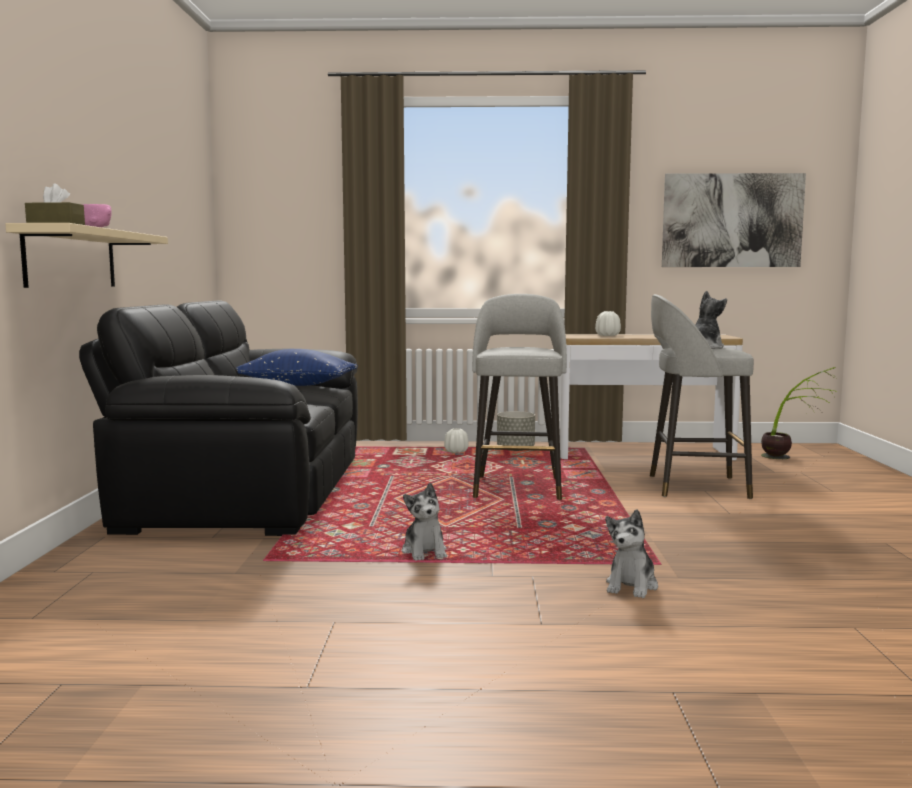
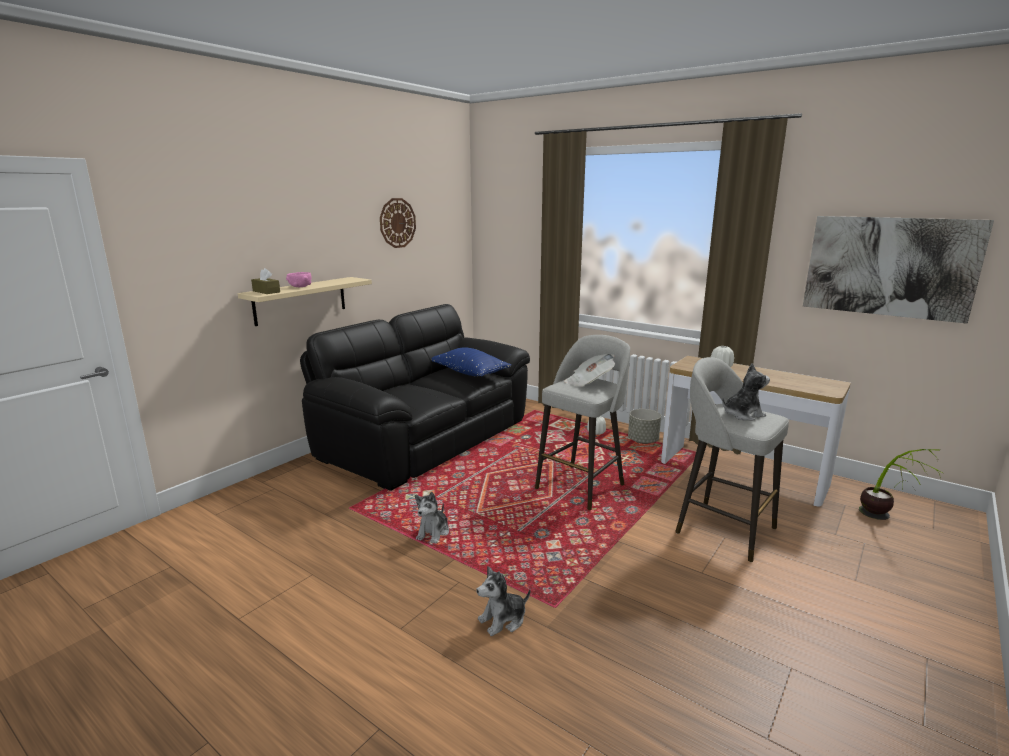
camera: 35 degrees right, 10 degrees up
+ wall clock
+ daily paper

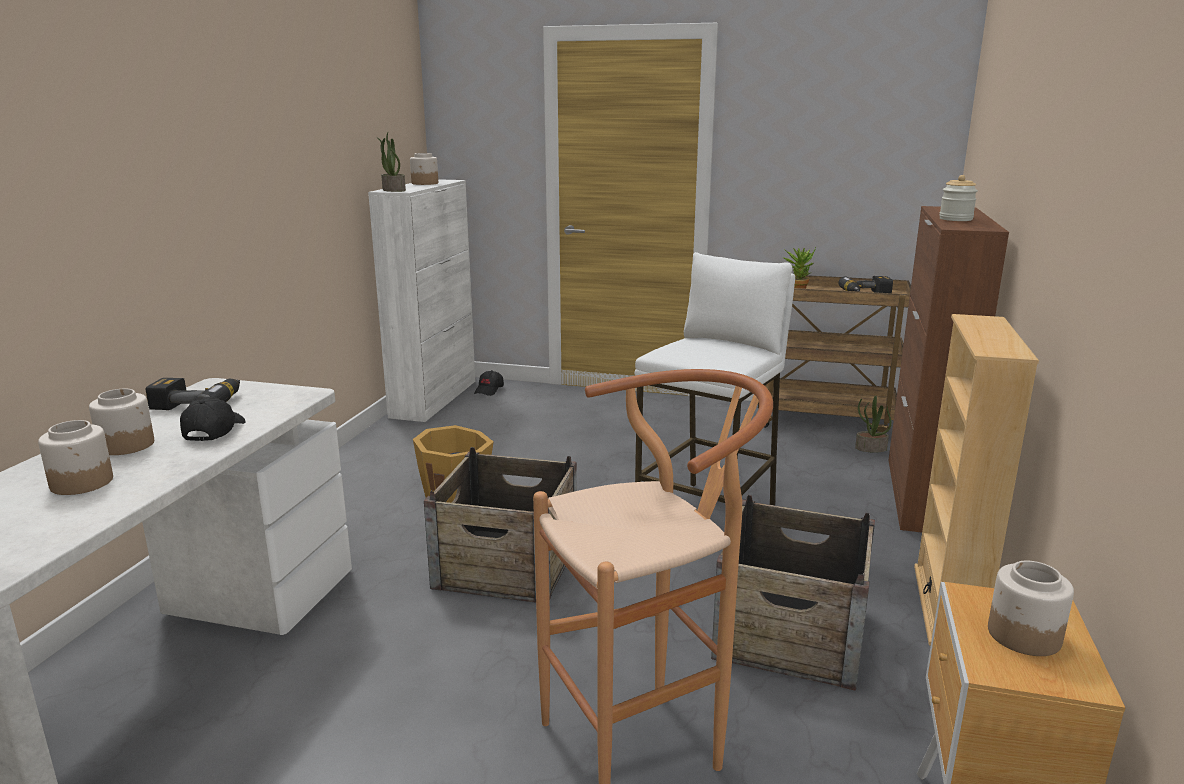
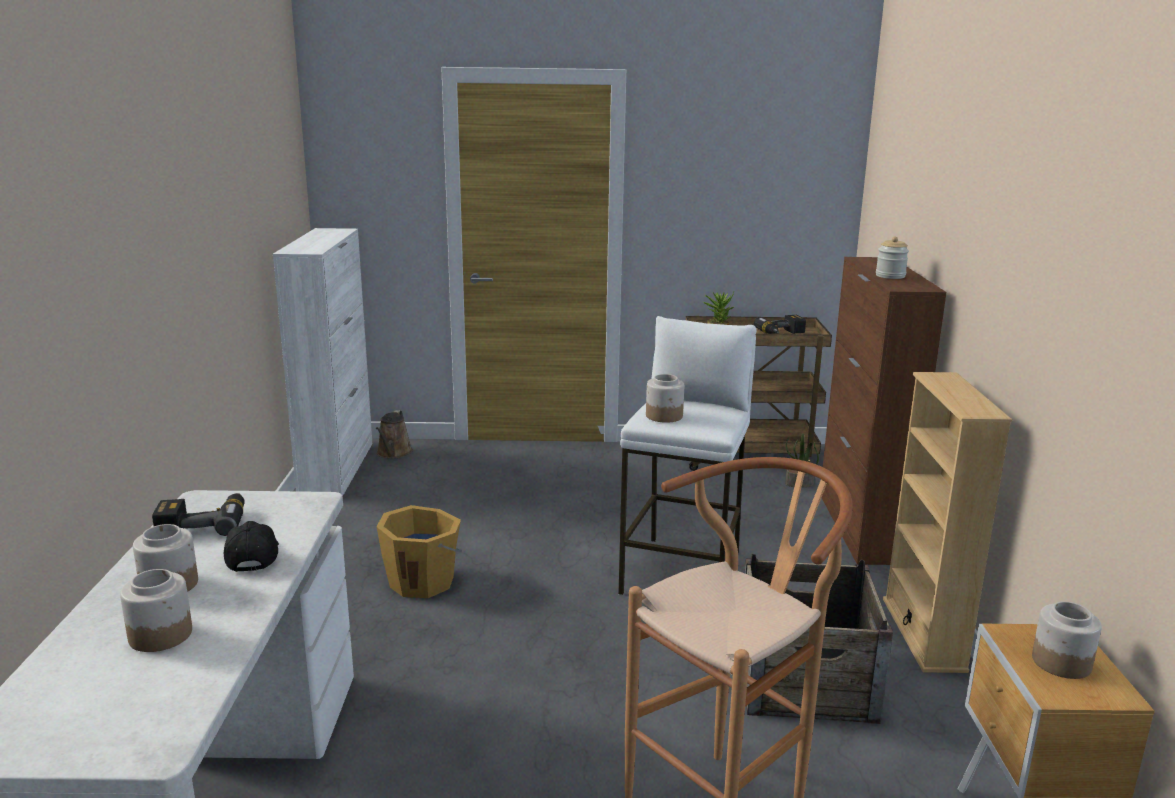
camera: 15 degrees left, 0 degrees up
- potted plant (no. 1 from left)
- packing crate (no. 1 from left)
~ preserve jar (no. 3 from left)
~ cap/black-coloured (no. 2 from left) to sprinkling can/brown

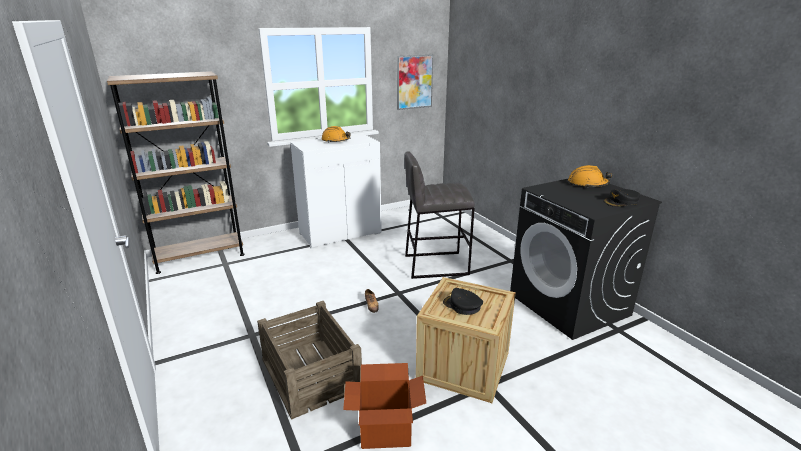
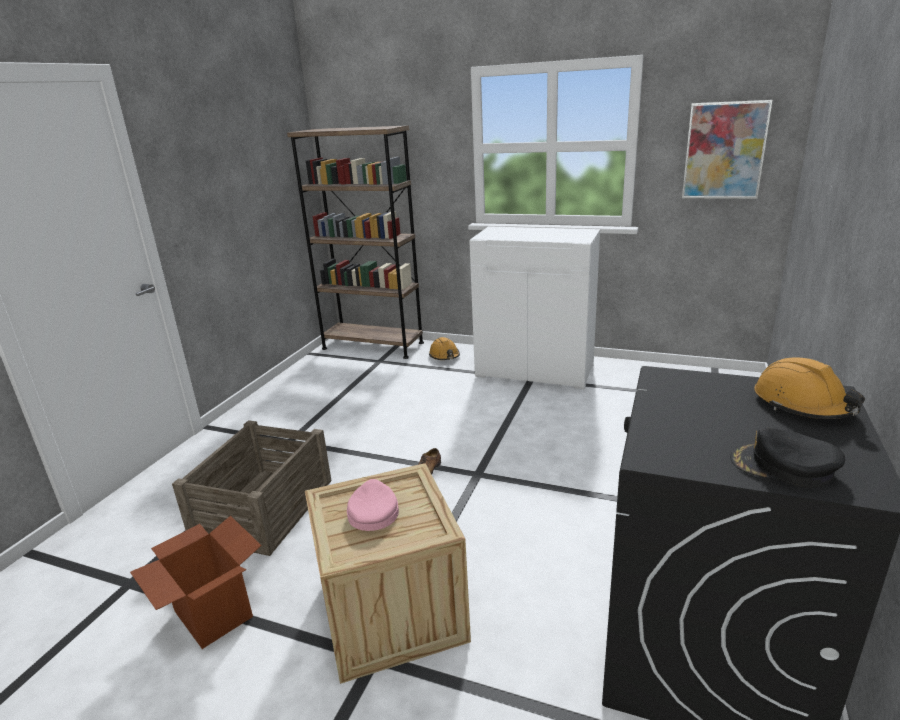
camera: 50 degrees right, 0 degrees up
- stool seat/greyish
~ work helmet/orangey (no. 1 from left)
~ cap/black-coloured (no. 1 from left) to cap/pink

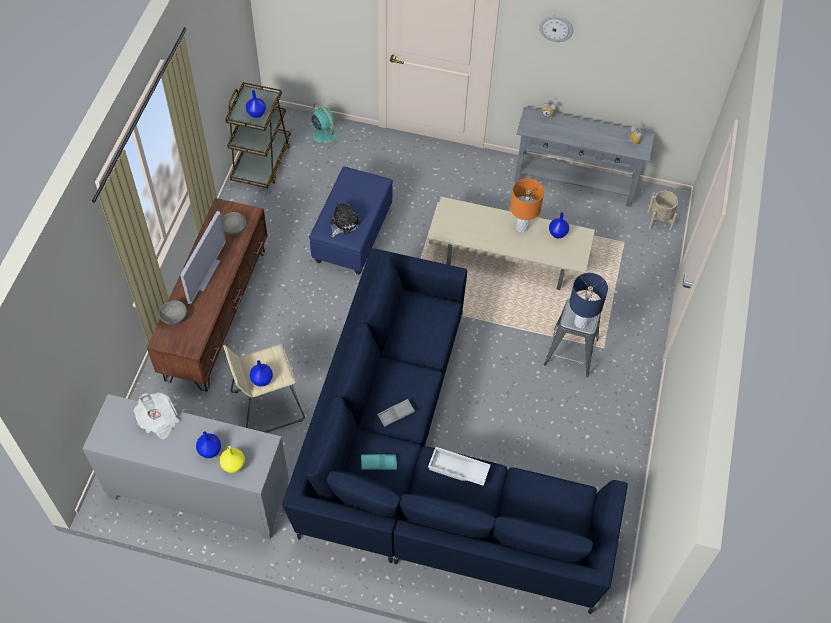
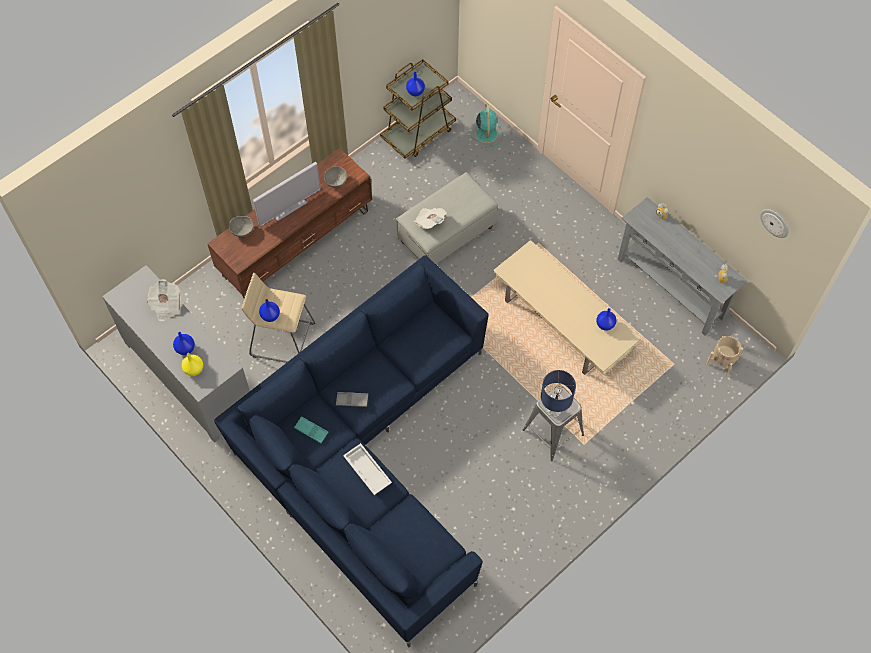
camera: 35 degrees right, 5 degrees up
- lamp for a table/orangey
~ wall clock
~ plush toy to daily paper (no. 2 from left)
~ ottoman/blue to ottoman/greyish

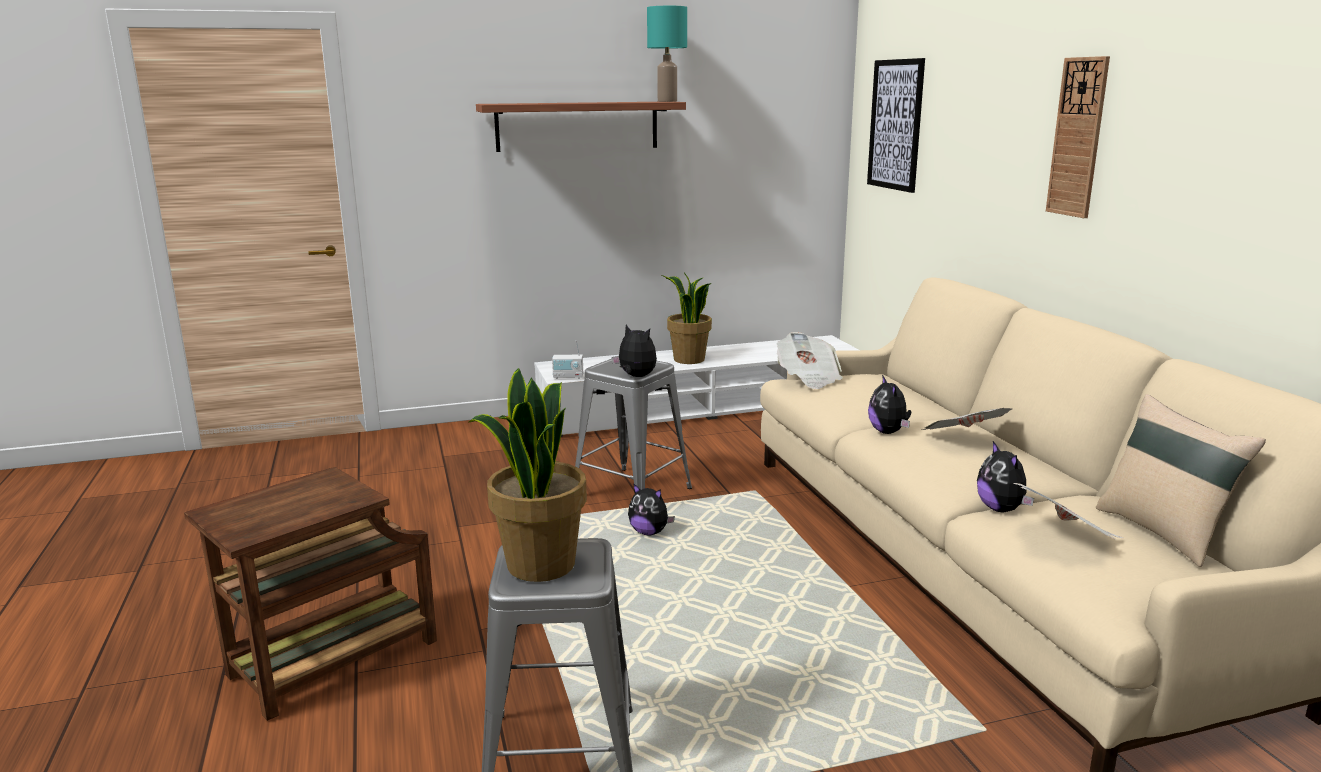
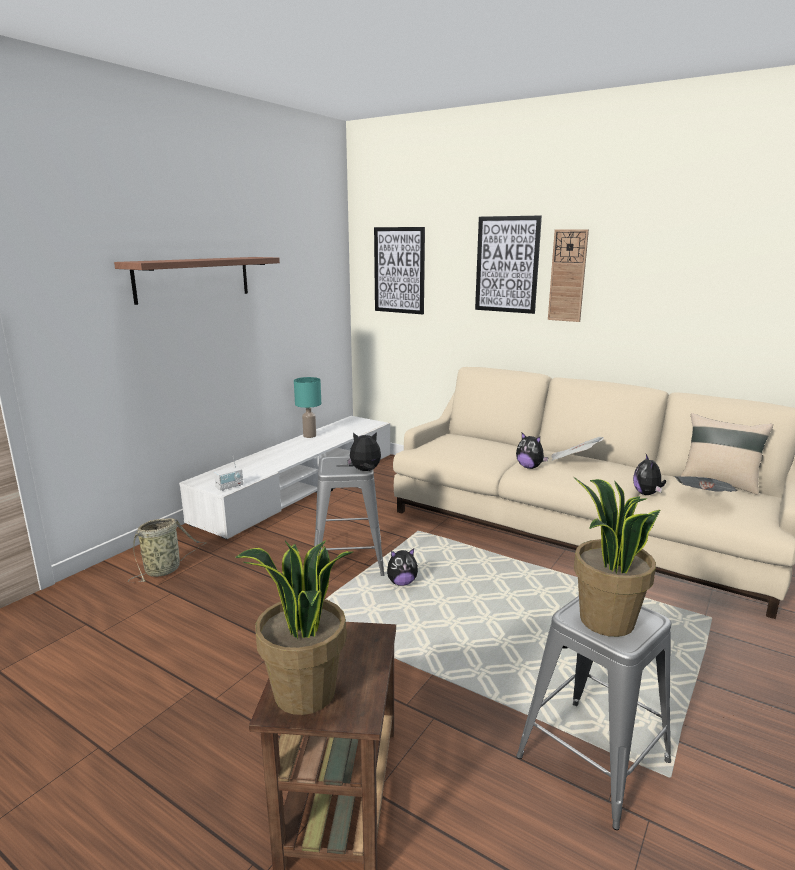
camera: 40 degrees left, 0 degrees up
- daily paper (no. 1 from left)
+ basket
+ wall art (no. 2 from left)
~ lamp for a table/blue-green
~ potted plant (no. 2 from left in the first image) to potted plant (no. 1 from left)
~ plush toy (no. 4 from left) 60 degrees clockwise

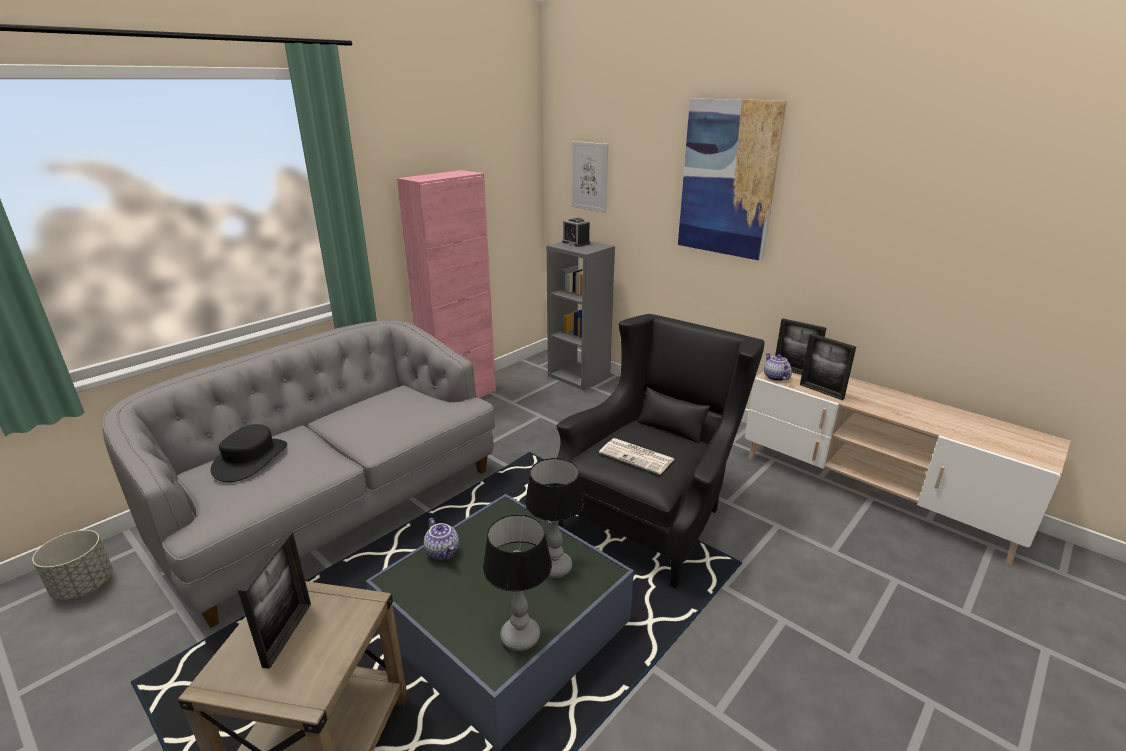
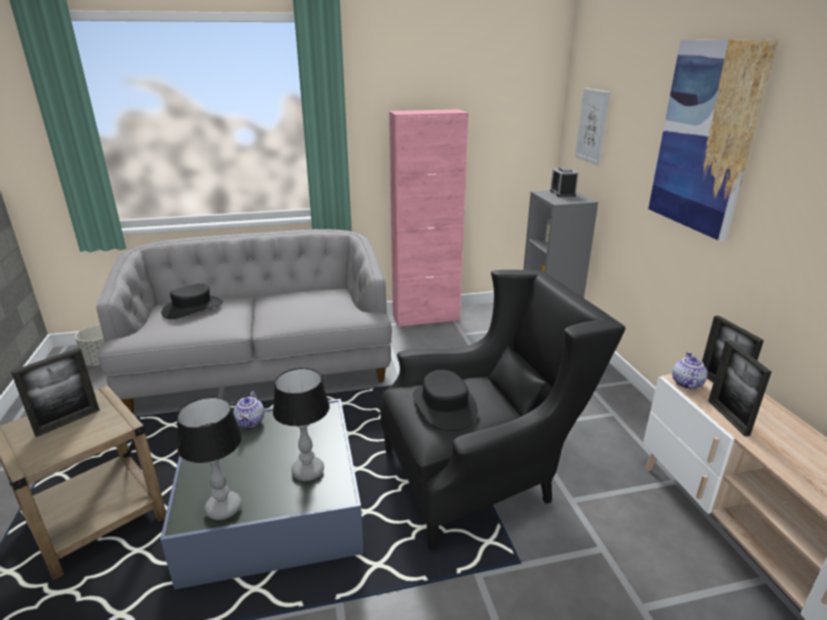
camera: 35 degrees right, 0 degrees up
~ daily paper to hat/black-coloured (no. 2 from left)

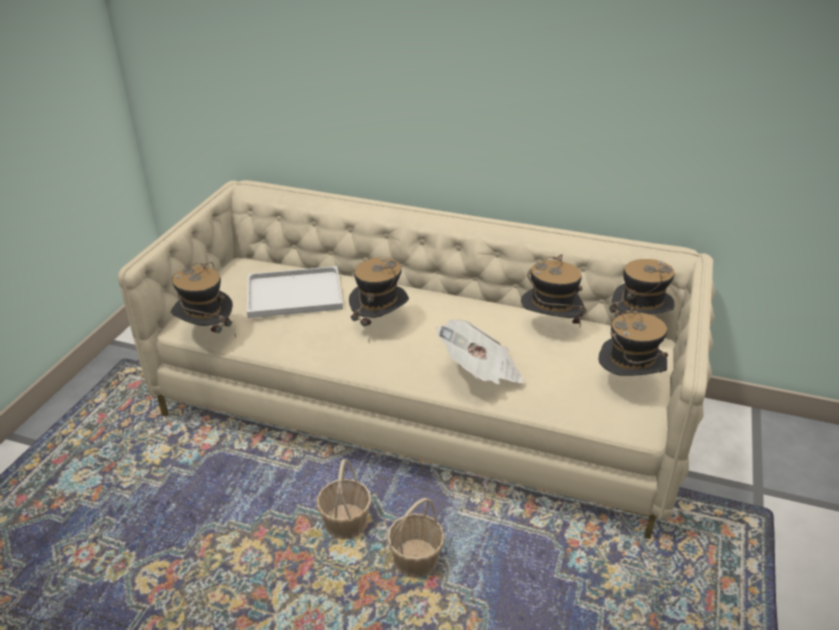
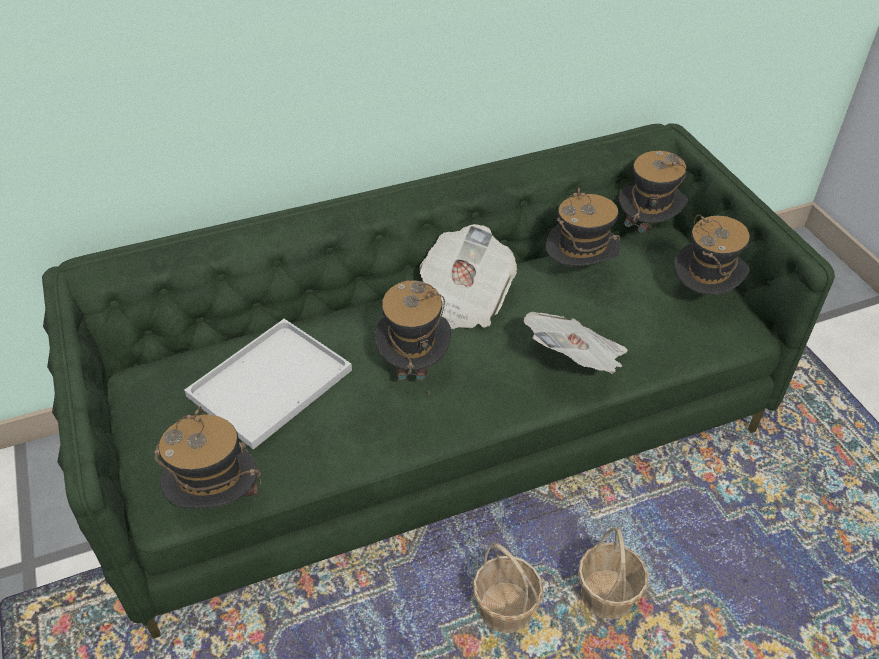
camera: 40 degrees left, 10 degrees up
+ daily paper (no. 1 from left)
~ sofa/beige-coloured to sofa/green

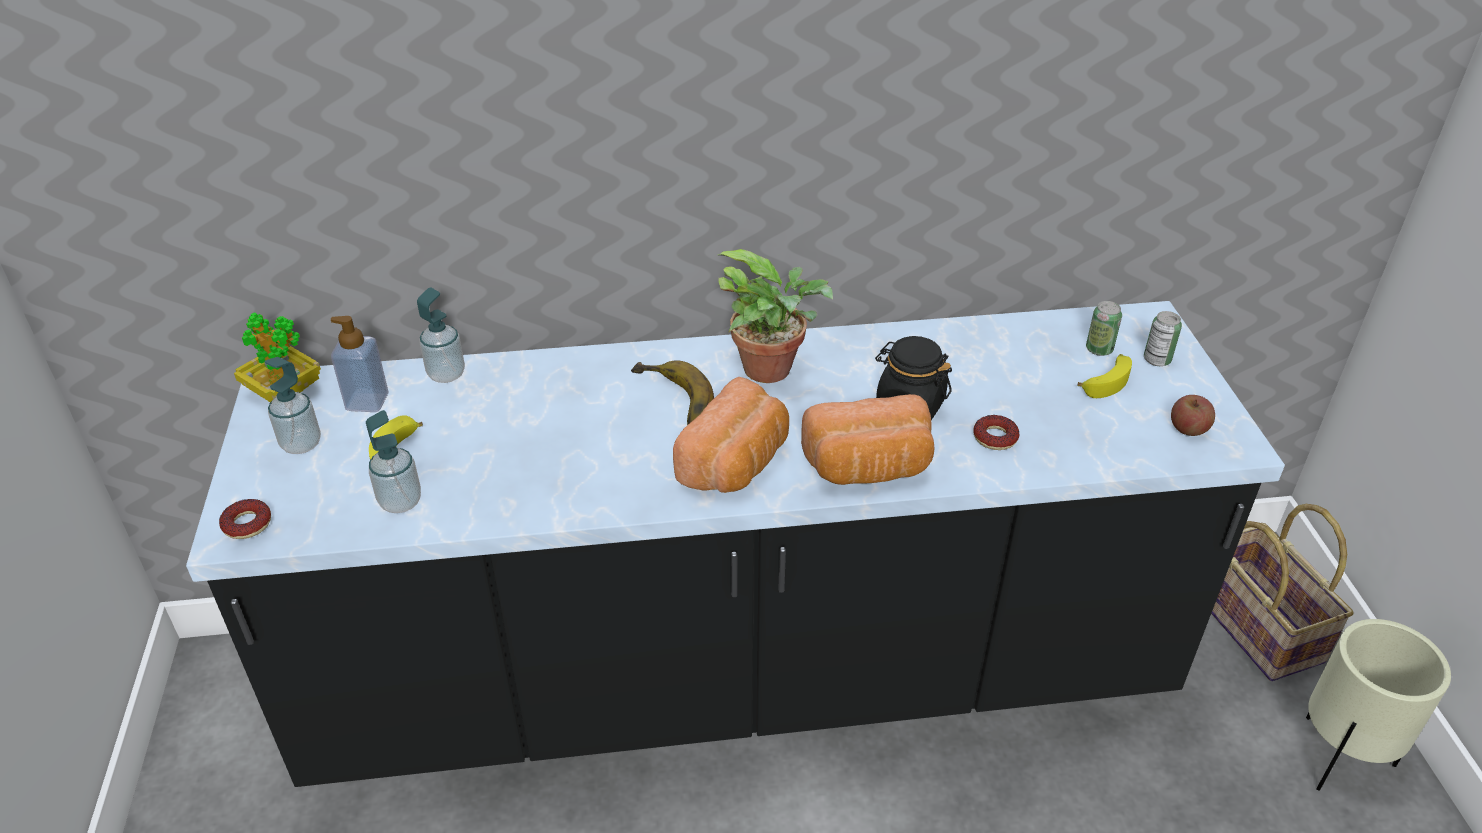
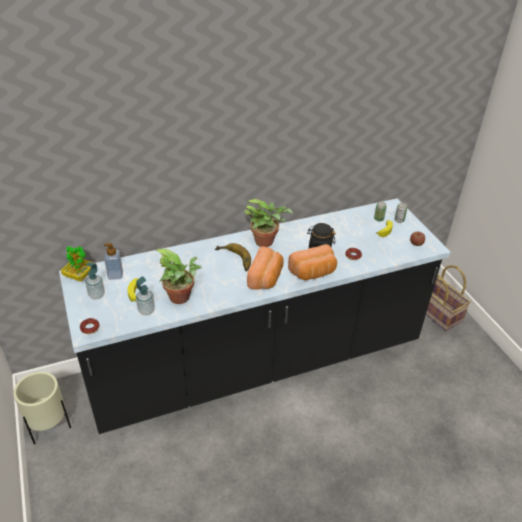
camera: 15 degrees left, 0 degrees up
- liquid soap bottle (no. 4 from left)
+ potted plant (no. 2 from left)
~ planter/beige-coloured

